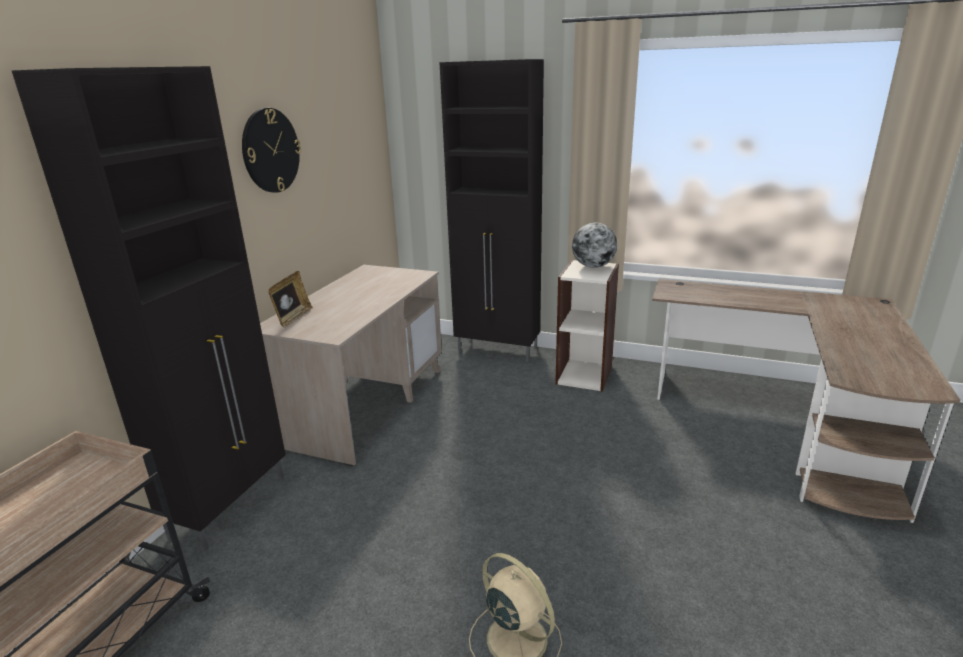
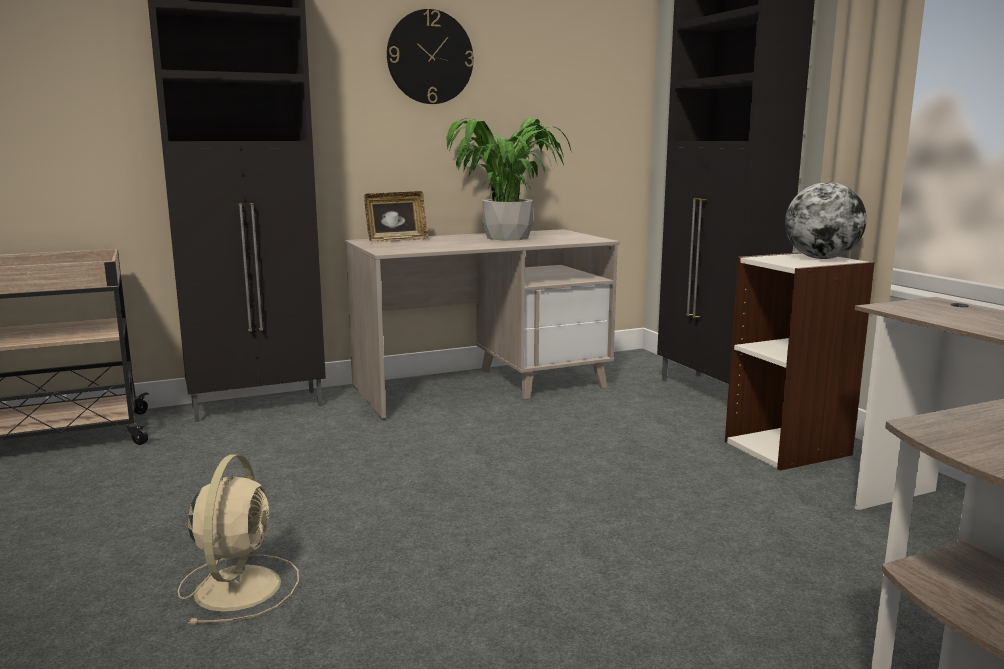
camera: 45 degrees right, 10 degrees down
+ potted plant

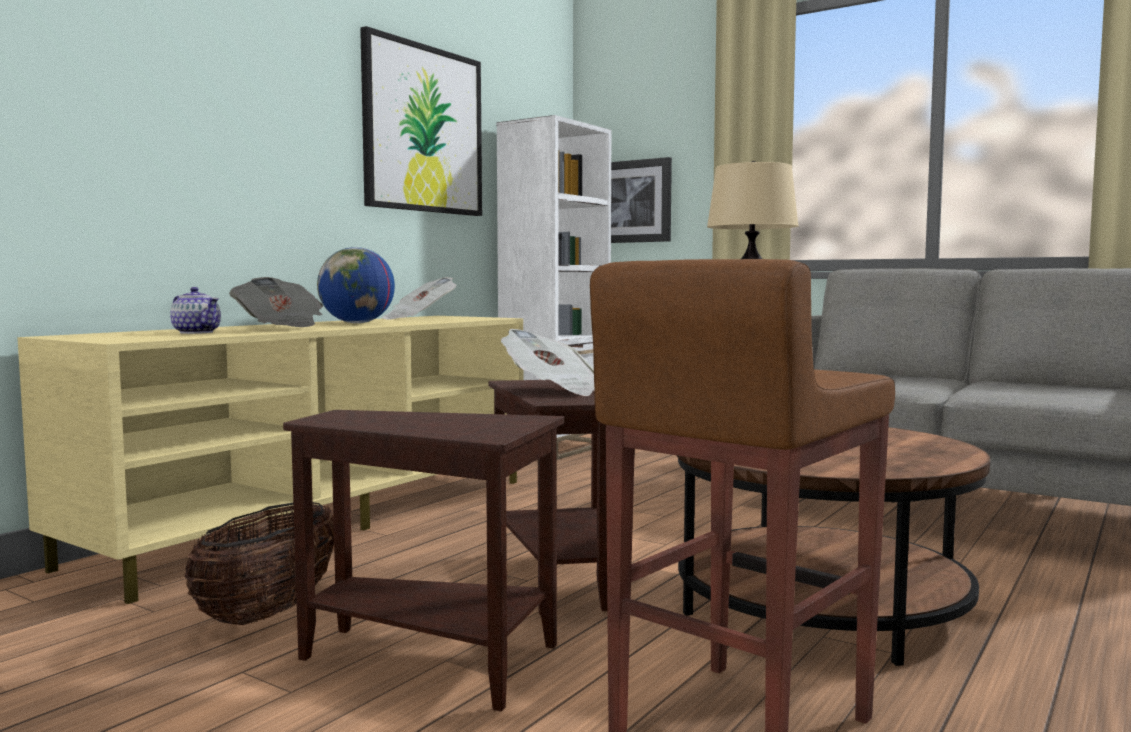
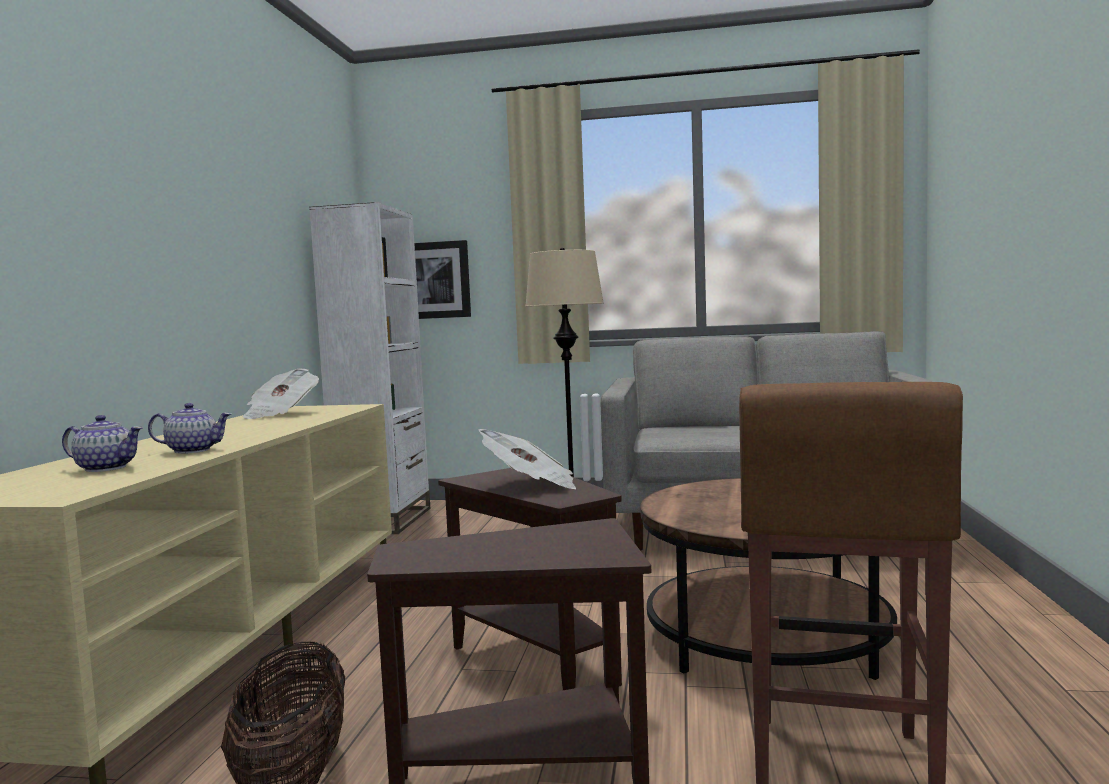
camera: 25 degrees left, 0 degrees up
- desk globe
- wall art (no. 1 from left)
~ daily paper (no. 1 from left) to tea pot (no. 2 from left)

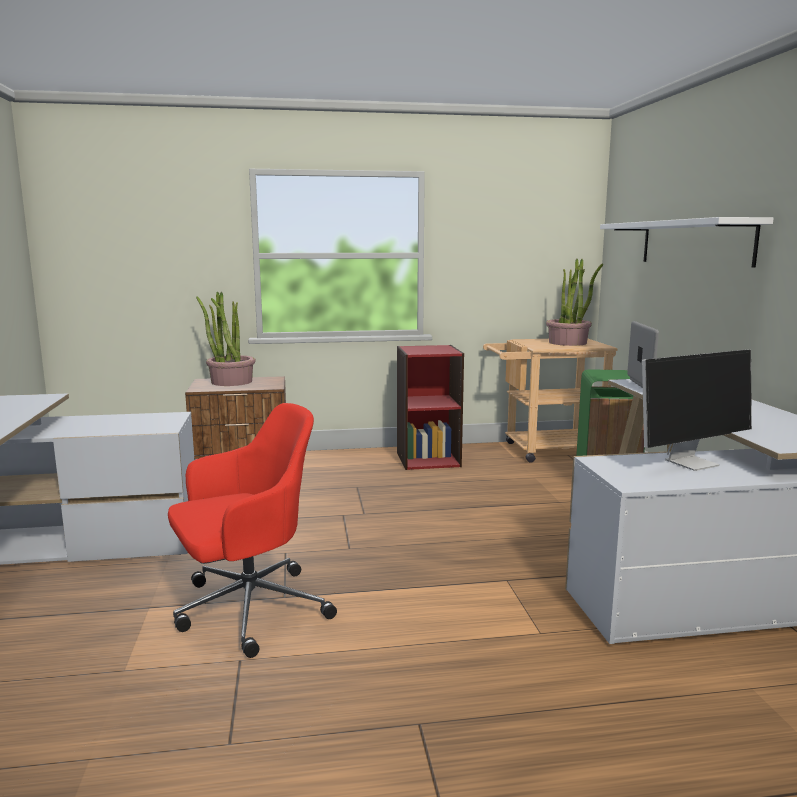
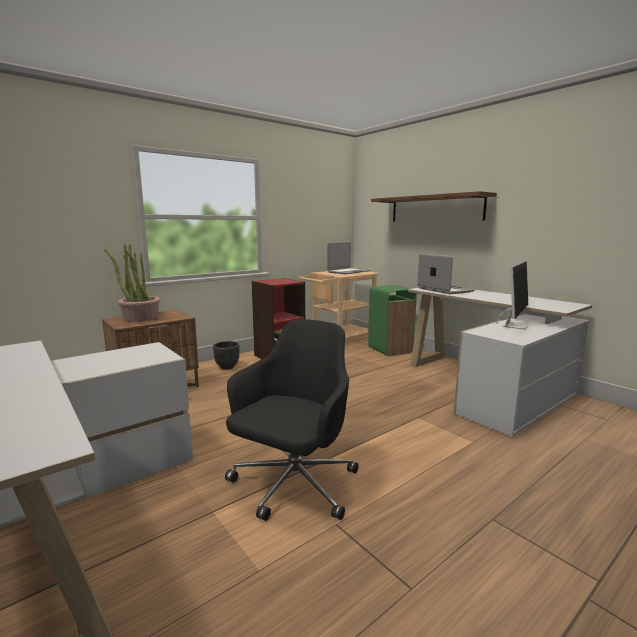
camera: 30 degrees left, 0 degrees up
+ planter/black-coloured
~ potted plant (no. 2 from left) to portable computer (no. 1 from left)
~ desk chair/red to desk chair/black-coloured
~ wall shelf/whitish to wall shelf/brown

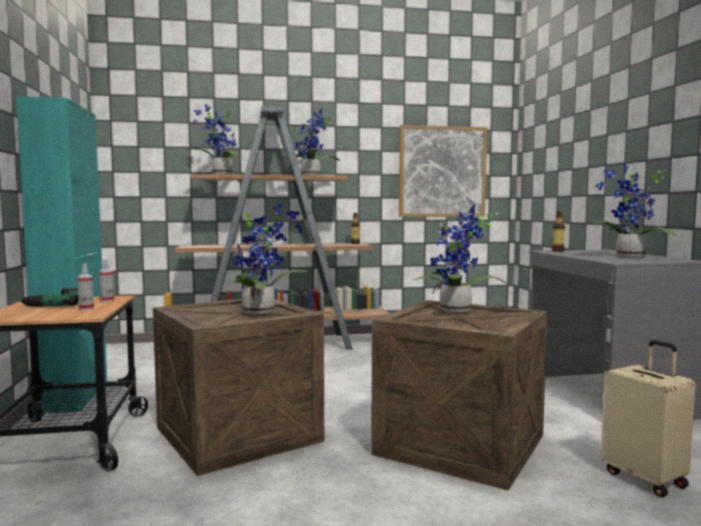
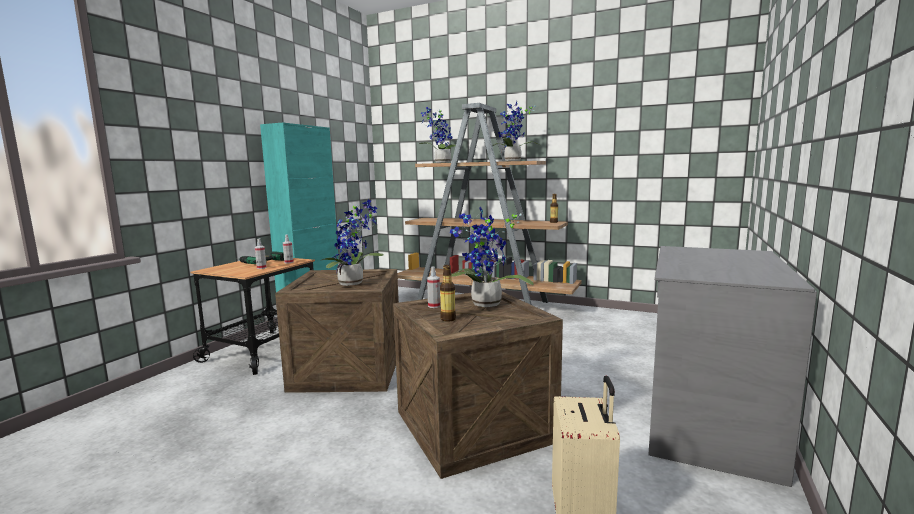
camera: 35 degrees right, 5 degrees up
- wall art
- potted plant (no. 5 from left)
+ spray bottle (no. 3 from left)
~ beverage bottle (no. 2 from left in the first image) to beverage bottle (no. 1 from left)

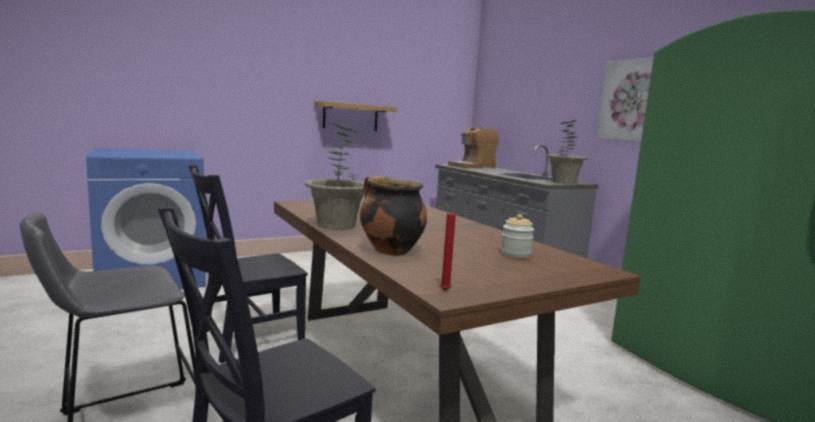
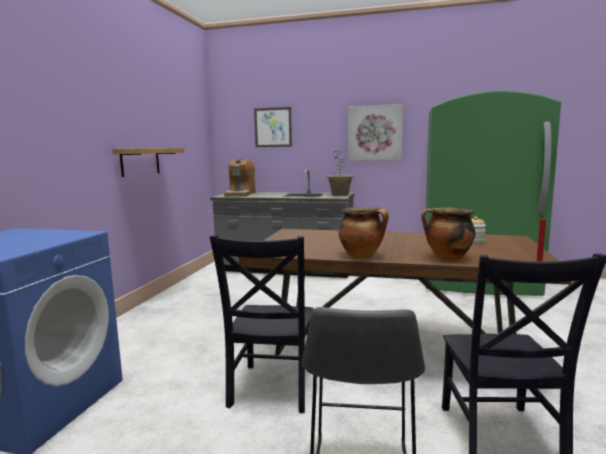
camera: 45 degrees left, 0 degrees up
+ wall art (no. 1 from left)
~ potted plant (no. 1 from left) to cooking pot (no. 1 from left)

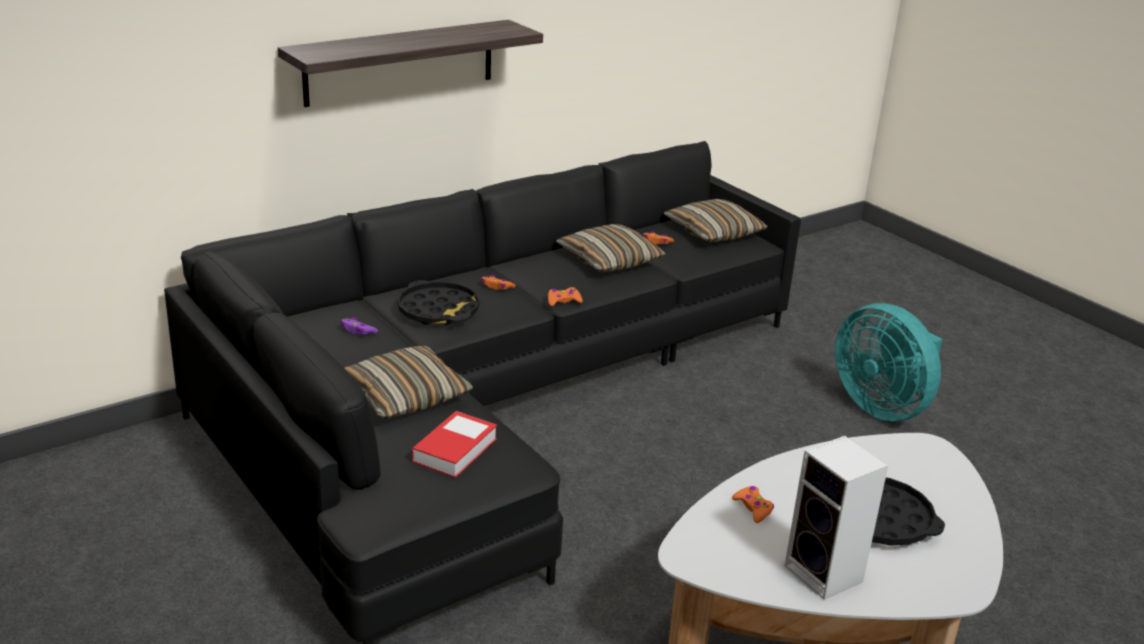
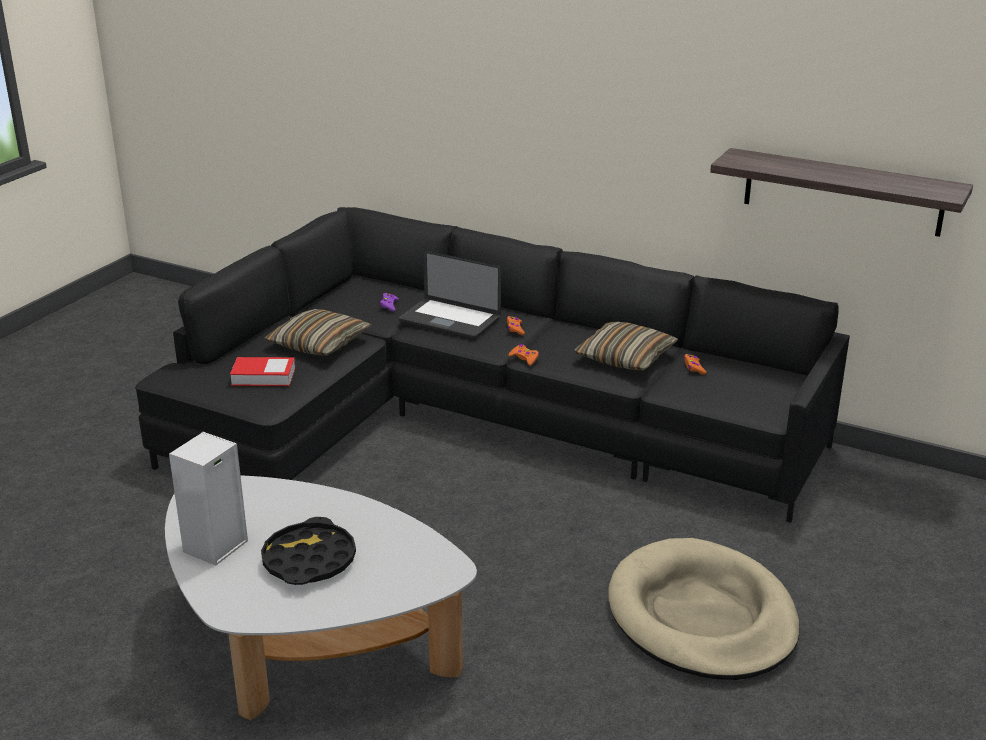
camera: 65 degrees right, 0 degrees up
- cushion (no. 3 from left)
- joypad/orangey (no. 4 from left)
~ wall shelf
~ tray/black-coloured (no. 1 from left) to portable computer
~ fan/blue-green to pet bed/beige-coloured

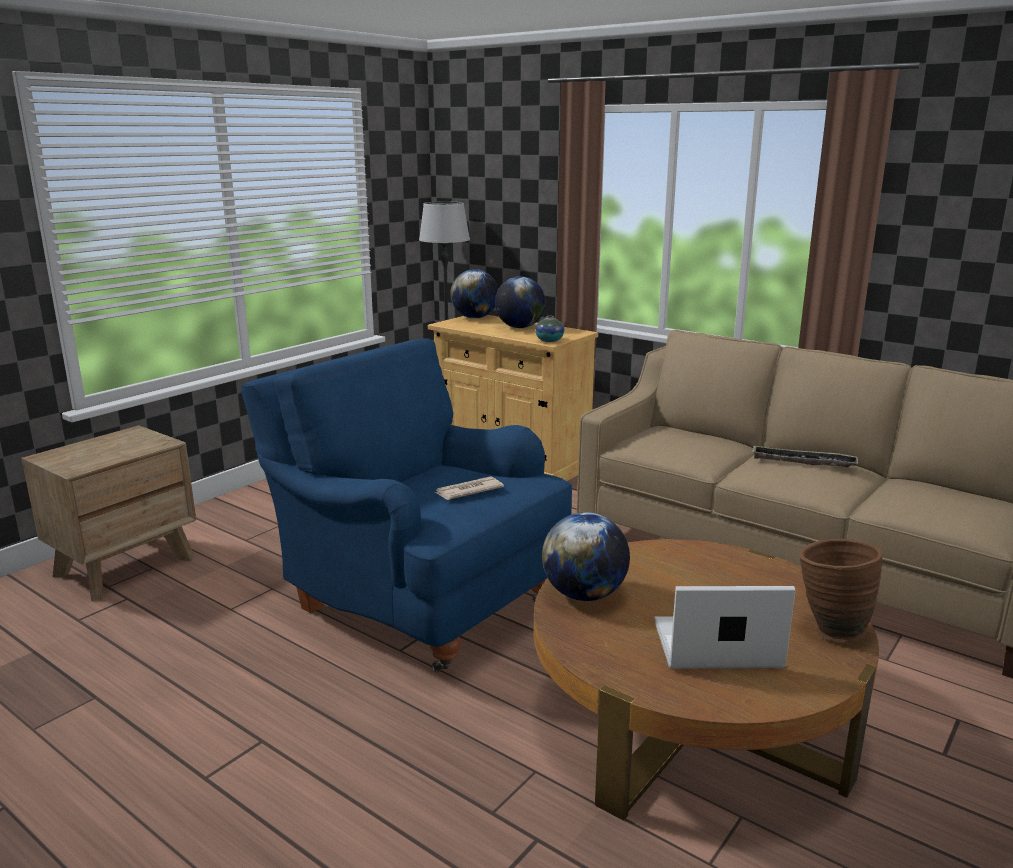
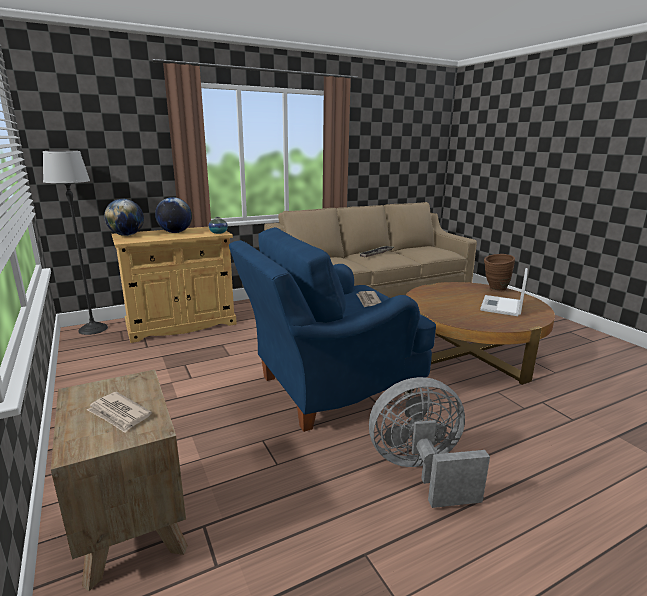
camera: 65 degrees left, 0 degrees up
- desk globe (no. 3 from left)
+ daily paper (no. 1 from left)
+ fan/greyish

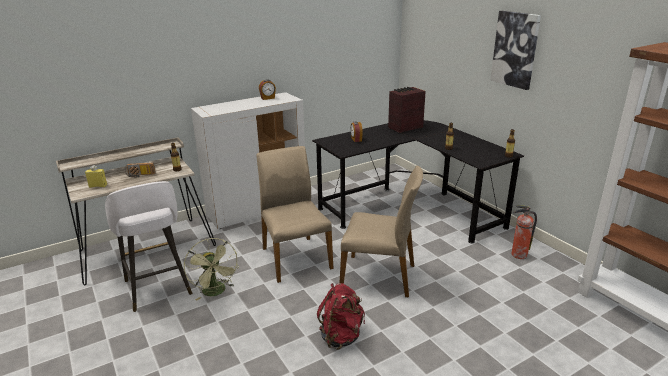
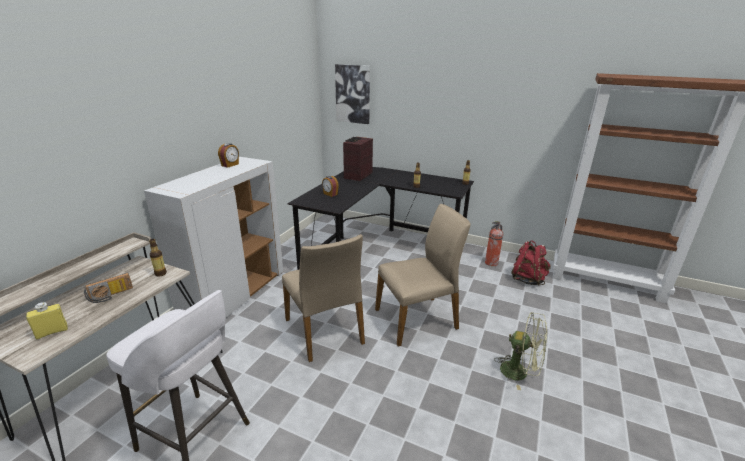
camera: 35 degrees left, 0 degrees up
~ fan/green
~ rucksack/red
~ wall art
~ plain chair/beige-coloured (no. 1 from left) 150 degrees counterclockwise

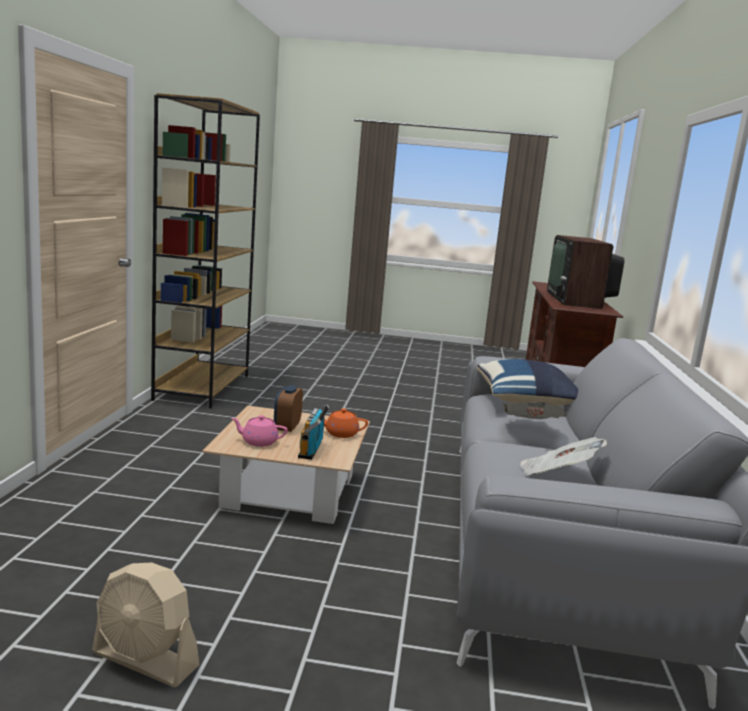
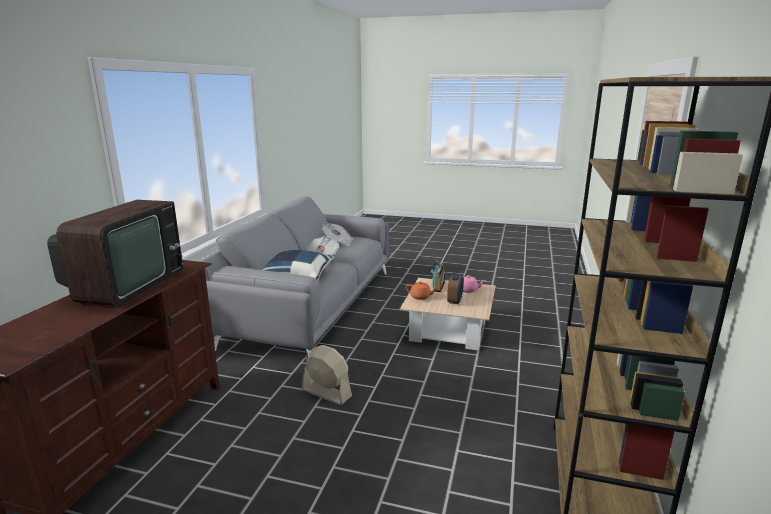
camera: 170 degrees left, 5 degrees up
~ fan/beige-coloured

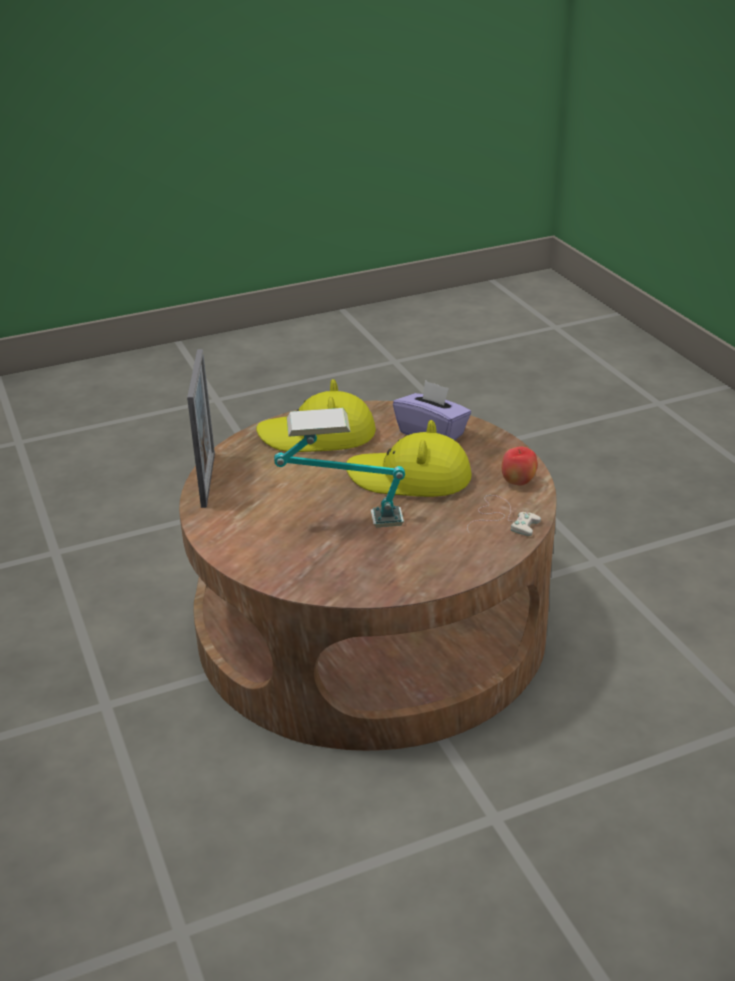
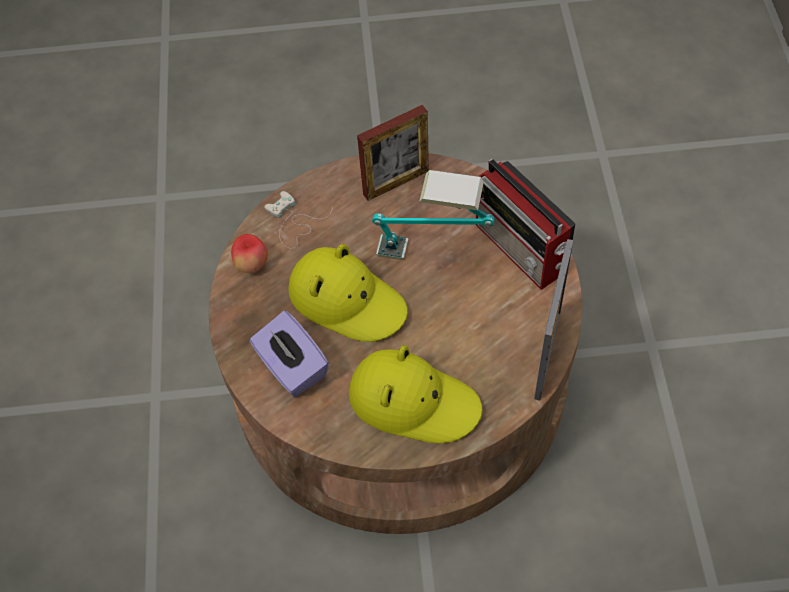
camera: 160 degrees left, 25 degrees up
+ standing frame (no. 1 from left)
+ radio set

